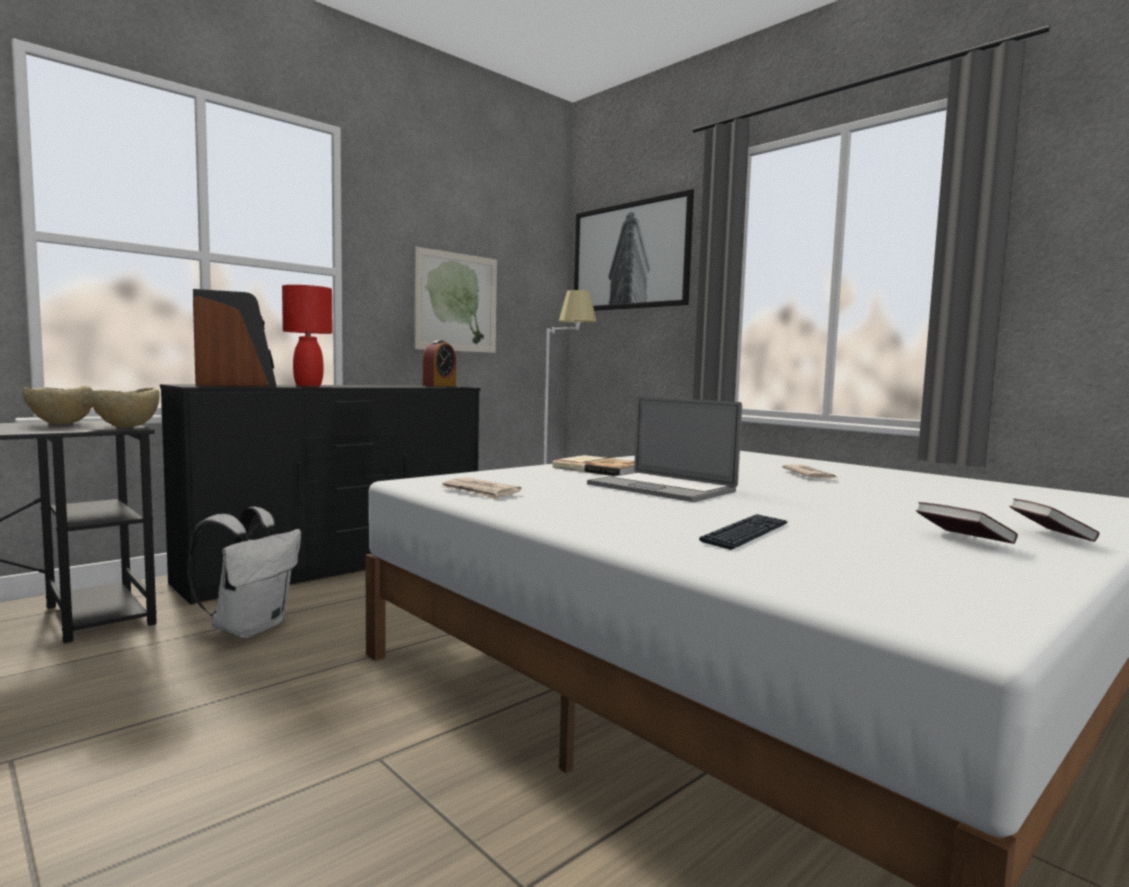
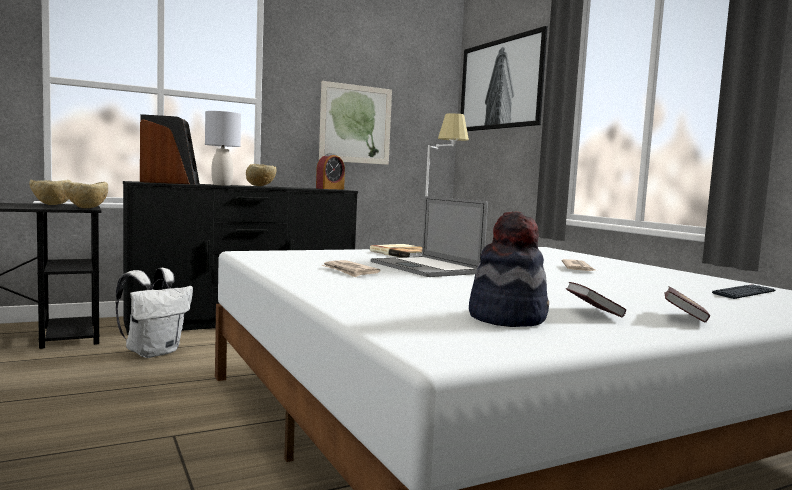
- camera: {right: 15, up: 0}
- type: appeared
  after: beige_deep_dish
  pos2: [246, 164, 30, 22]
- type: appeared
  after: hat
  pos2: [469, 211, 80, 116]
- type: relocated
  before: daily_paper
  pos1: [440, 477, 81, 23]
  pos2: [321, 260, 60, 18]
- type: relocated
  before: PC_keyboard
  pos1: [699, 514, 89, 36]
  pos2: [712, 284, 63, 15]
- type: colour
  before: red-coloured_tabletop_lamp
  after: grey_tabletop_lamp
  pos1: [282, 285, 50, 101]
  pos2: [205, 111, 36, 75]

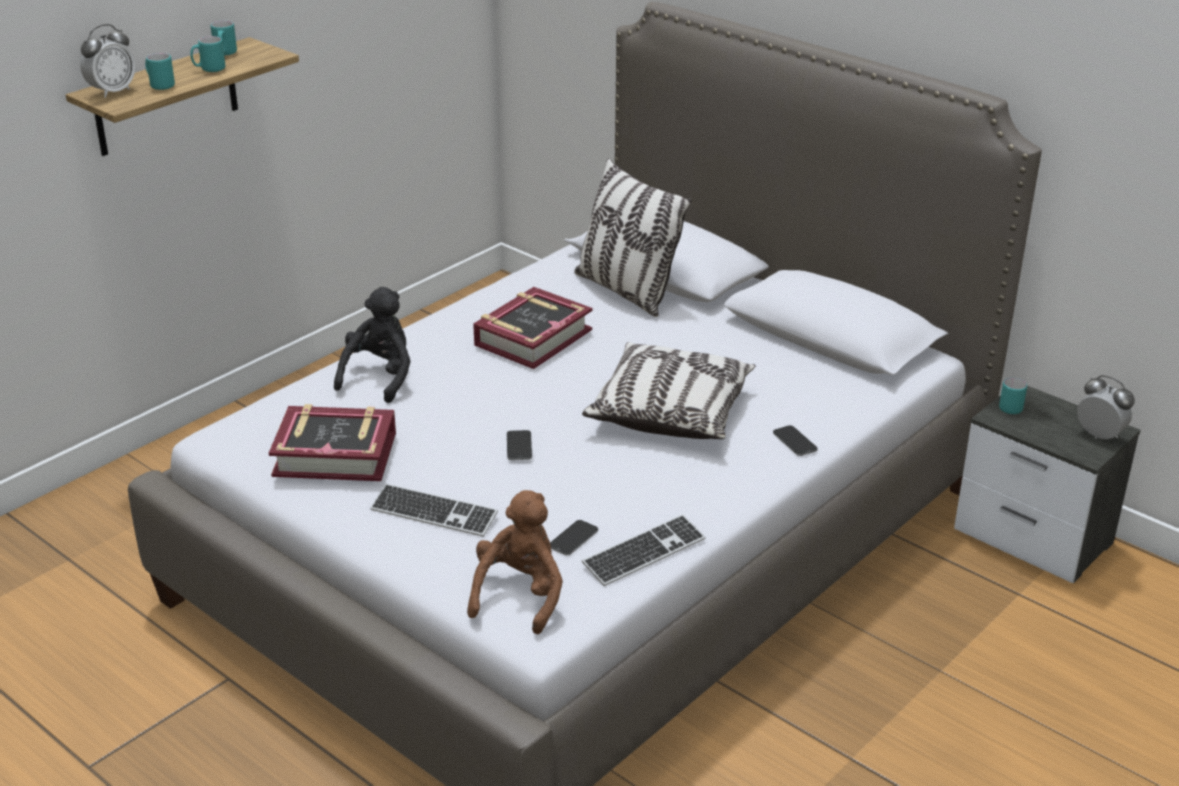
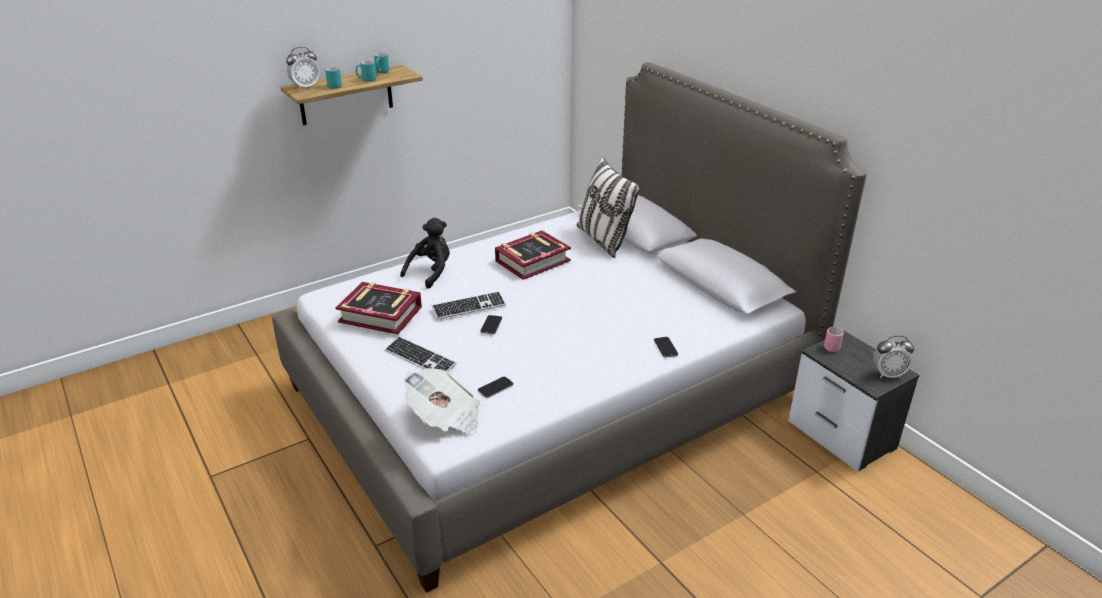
- camera: {right: 15, up: 0}
- type: missing
  before: cushion
  pos1: [582, 342, 174, 97]
- type: relocated
  before: PC_keyboard
  pos1: [582, 514, 123, 72]
  pos2: [432, 291, 74, 29]
- type: exchanged
  before: brown_soft_toy
  after: daily_paper
  pos1: [467, 490, 96, 144]
  pos2: [404, 368, 76, 67]
- type: colour
  before: turquoise-coloured_mug
  after: pinkish_mug
  pos1: [999, 378, 28, 36]
  pos2: [824, 327, 20, 25]
- type: spun
  before: alarm_clock
  pos1: [1077, 375, 58, 64]
  pos2: [873, 336, 41, 42]
  turn: 120

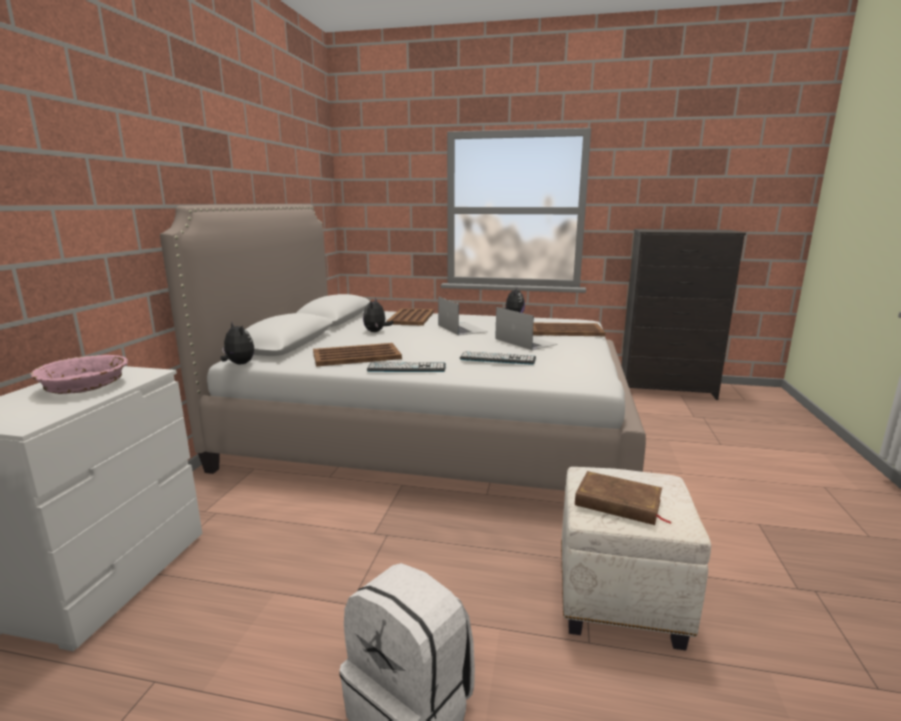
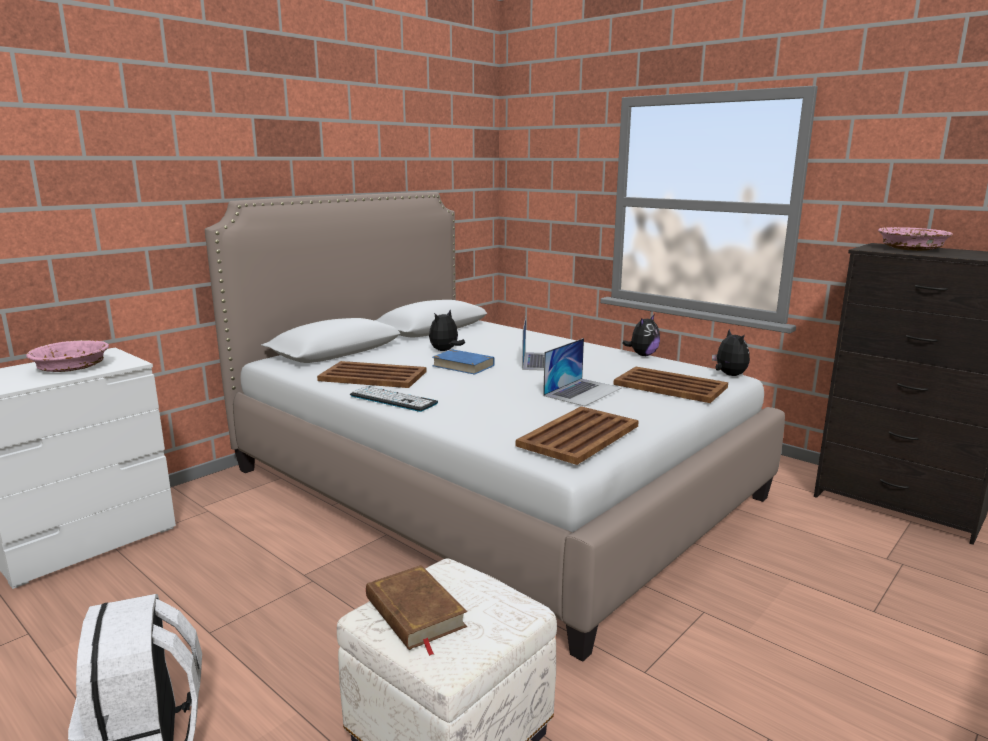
- camera: {right: 30, up: 0}
- type: missing
  before: PC_keyboard
  pos1: [460, 351, 76, 14]
- type: appeared
  after: bluish_volume
  pos2: [432, 349, 63, 26]
- type: appeared
  after: pinkish_deep_dish
  pos2: [878, 227, 74, 24]
- type: relocated
  before: soft_toy
  pos1: [221, 322, 33, 42]
  pos2: [712, 329, 38, 47]
- type: relocated
  before: brown_tray
  pos1: [387, 308, 47, 18]
  pos2: [516, 406, 123, 59]
- type: spun
  before: notebook_computer
  pos1: [495, 307, 63, 43]
  pos2: [543, 338, 78, 69]
  turn: 45

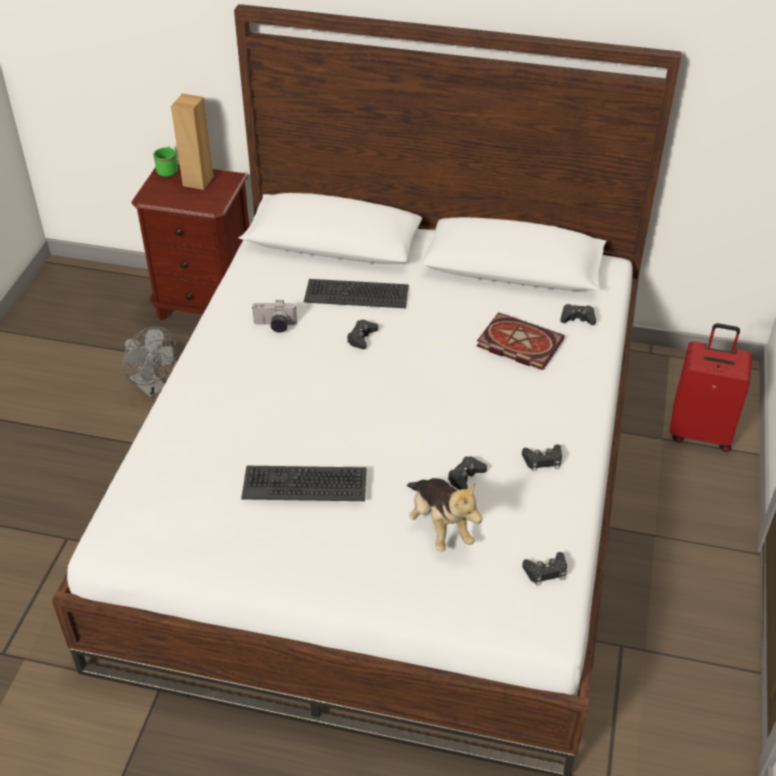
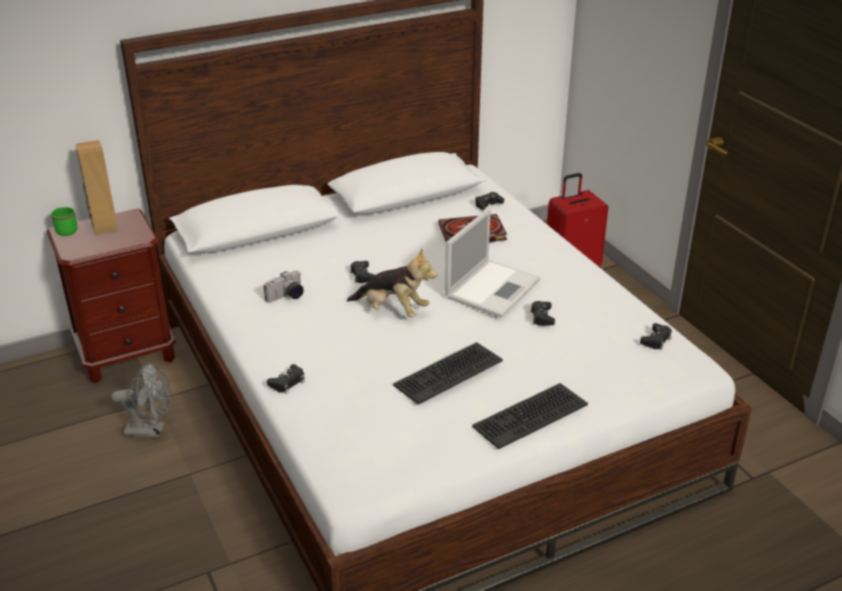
- camera: {right: -40, up: -10}
- type: appeared
  after: notebook_computer
  pos2: [445, 208, 95, 110]
- type: relocated
  before: PC_keyboard
  pos1: [304, 279, 105, 29]
  pos2: [472, 383, 116, 66]
- type: relocated
  before: soft_toy
  pos1: [407, 478, 75, 74]
  pos2: [347, 248, 91, 69]
- type: relocated
  before: black_joypad
  pos1: [522, 444, 40, 27]
  pos2: [267, 364, 38, 29]

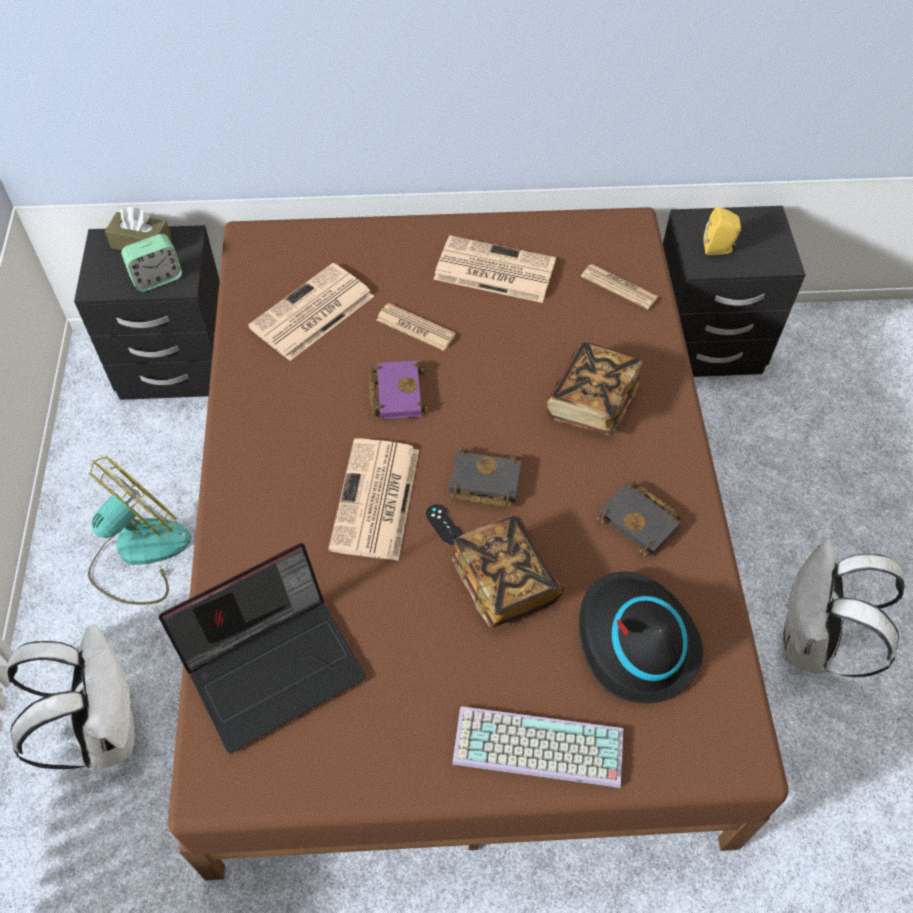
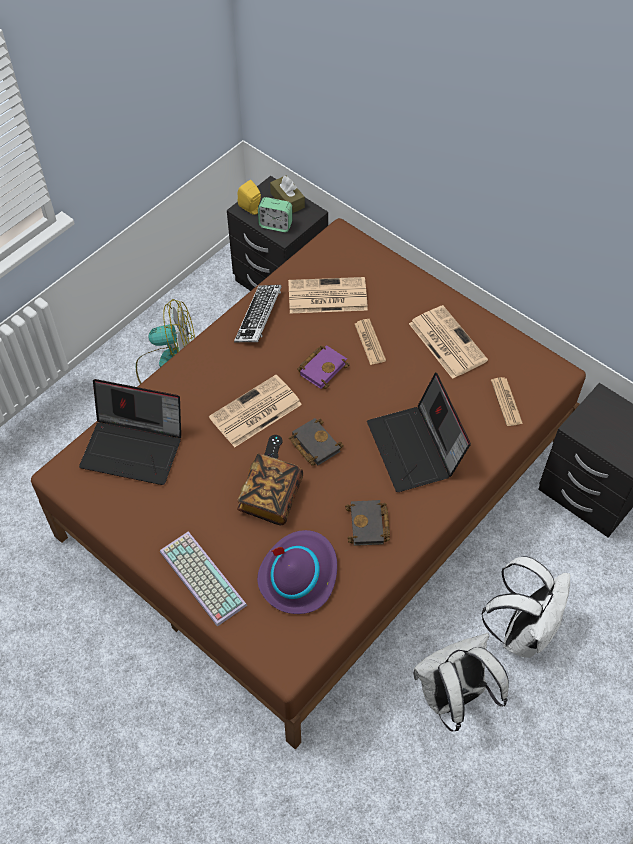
- camera: {right: 45, up: 0}
- type: appeared
  after: PC_keyboard
  pos2: [234, 285, 48, 57]
- type: relocated
  before: white_knapsack
  pos1: [7, 624, 127, 147]
  pos2: [481, 556, 89, 102]
- type: relocated
  before: yellow-coloured_audio_speaker
  pos1: [703, 207, 38, 48]
  pos2: [237, 180, 24, 35]
- type: exchanged
  before: volume
  after: notebook_computer
  pos1: [546, 342, 97, 94]
  pos2: [367, 372, 104, 120]
- type: colour
  before: black_hat
  after: purple_hat
  pos1: [579, 572, 124, 131]
  pos2: [257, 530, 80, 84]

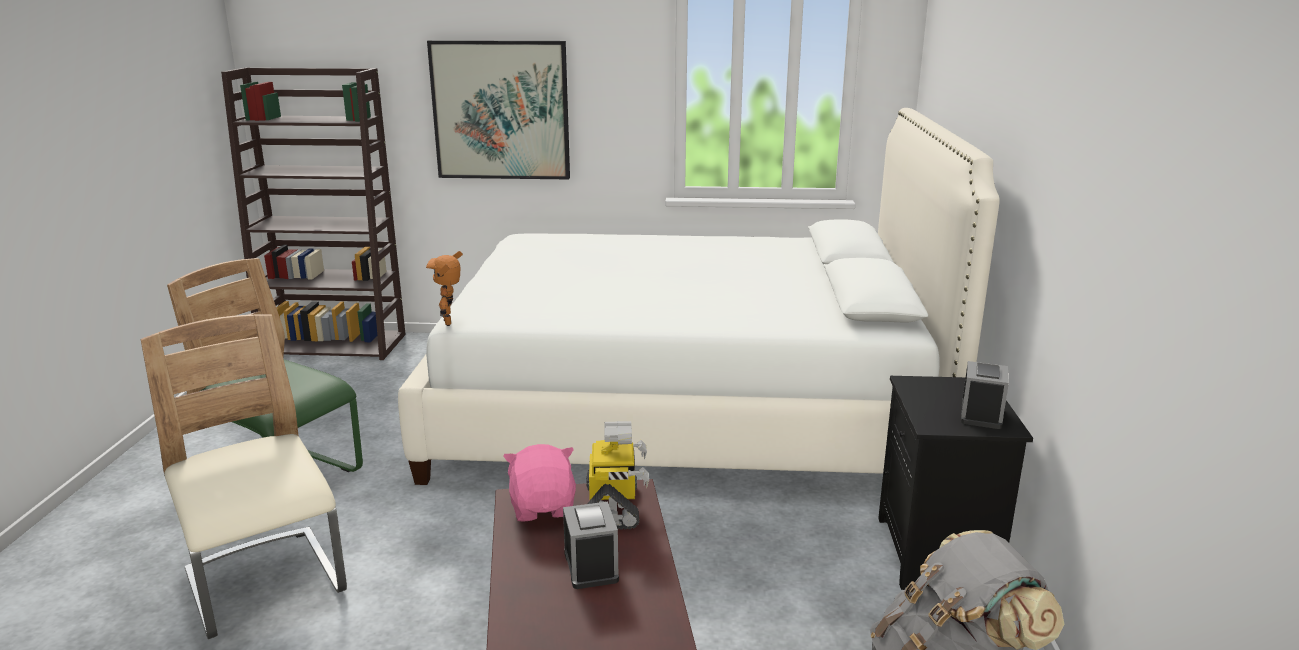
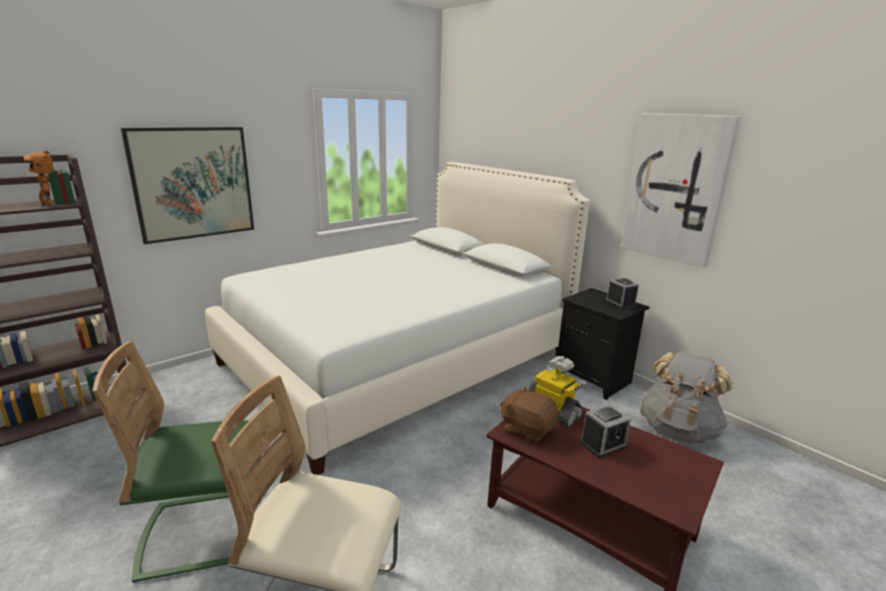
- camera: {right: -45, up: 0}
- type: appeared
  after: wall_picture
  pos2: [620, 113, 121, 155]
- type: relocated
  before: toy_robot
  pos1: [426, 251, 37, 75]
  pos2: [23, 150, 30, 56]
- type: colour
  before: pinkish_soft_toy
  after: brown_soft_toy
  pos1: [503, 444, 73, 78]
  pos2: [500, 386, 59, 58]
- type: spun
  before: alarm_clock
  pos1: [563, 502, 56, 87]
  pos2: [580, 404, 51, 54]
  turn: 120

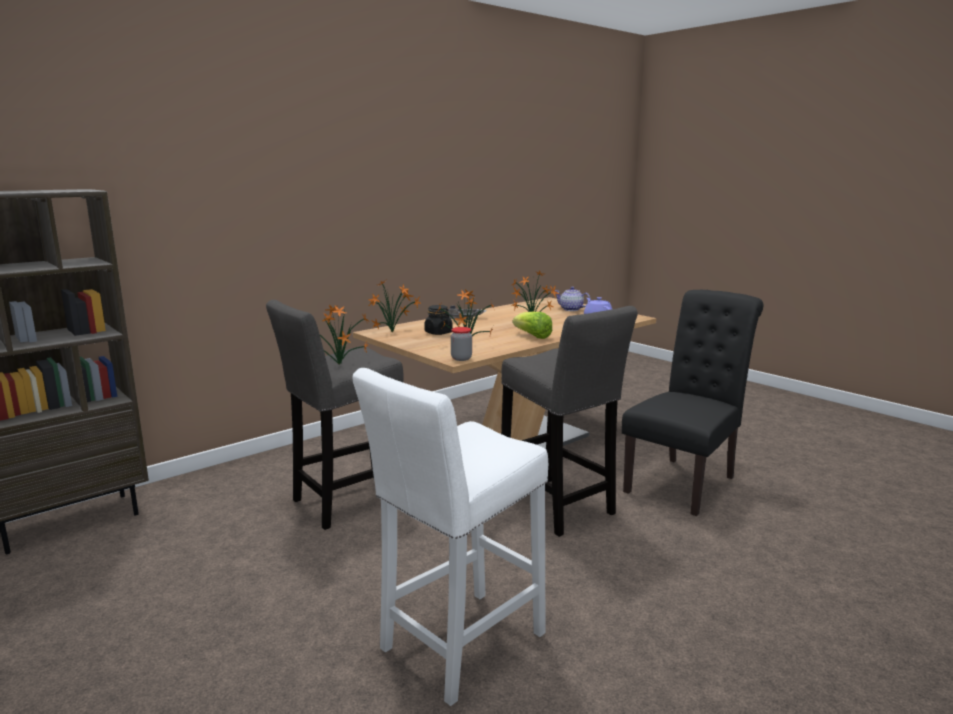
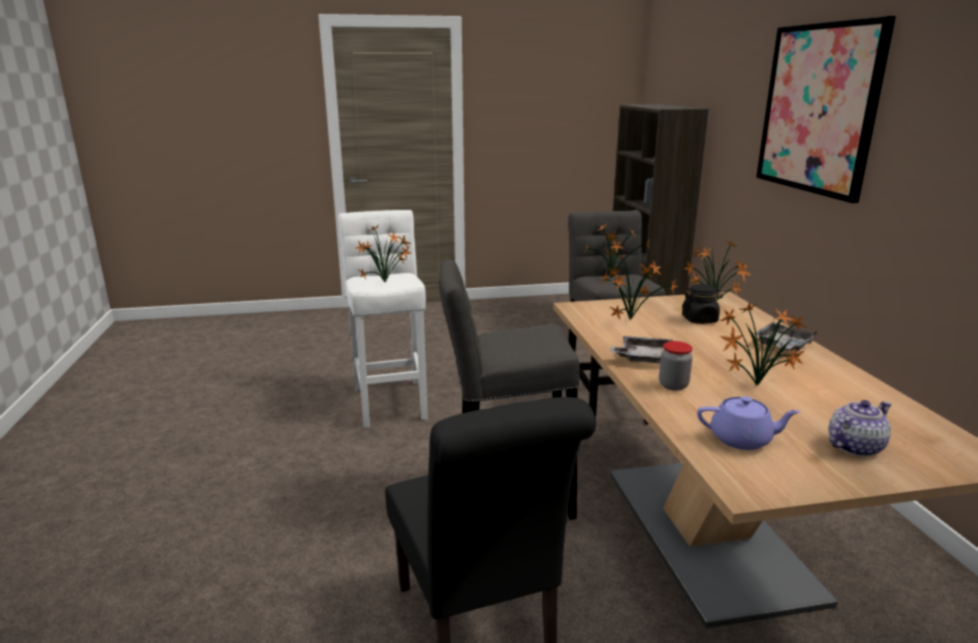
- camera: {right: 120, up: 5}
- type: appeared
  after: houseplant
  pos2: [356, 225, 56, 57]
- type: appeared
  after: wall_picture
  pos2: [756, 16, 140, 187]
- type: relocated
  before: preserve_jar
  pos1: [451, 327, 21, 34]
  pos2: [659, 341, 34, 50]
- type: exchanged
  before: head_of_lettuce
  after: grey_tray
  pos1: [513, 312, 39, 27]
  pos2: [610, 336, 63, 27]

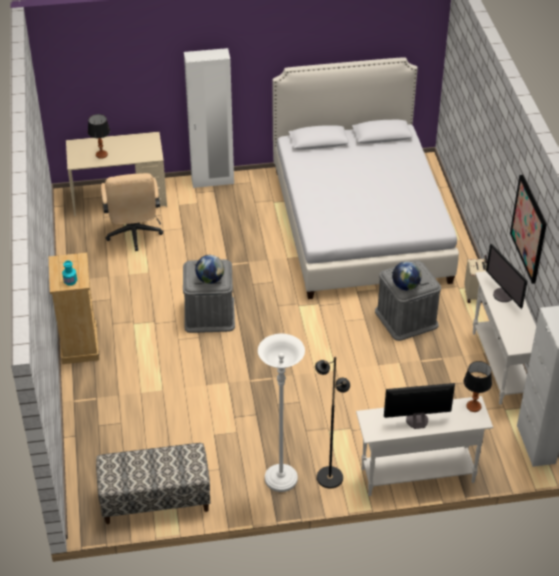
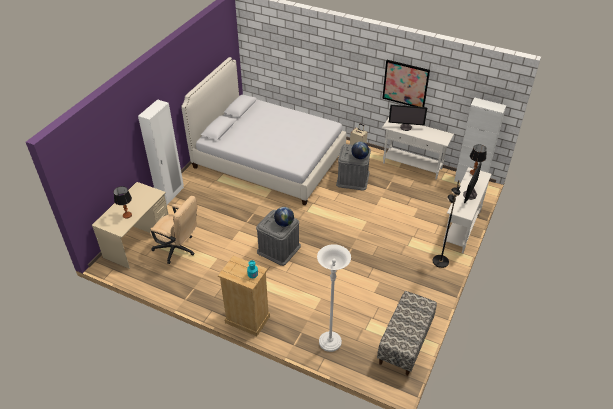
- camera: {right: -55, up: 0}
- type: relocated
  before: white_floor_lamp
  pos1: [258, 334, 47, 158]
  pos2: [317, 244, 34, 108]

